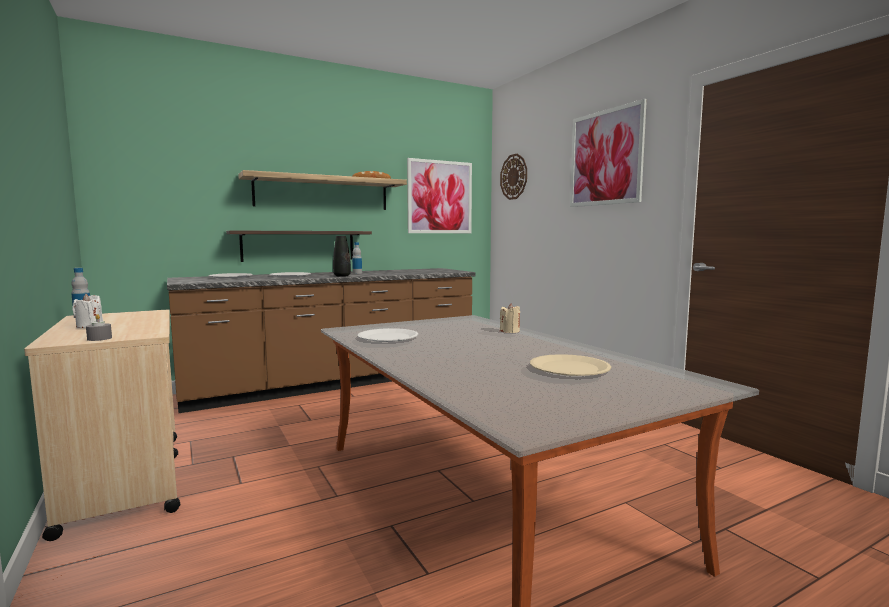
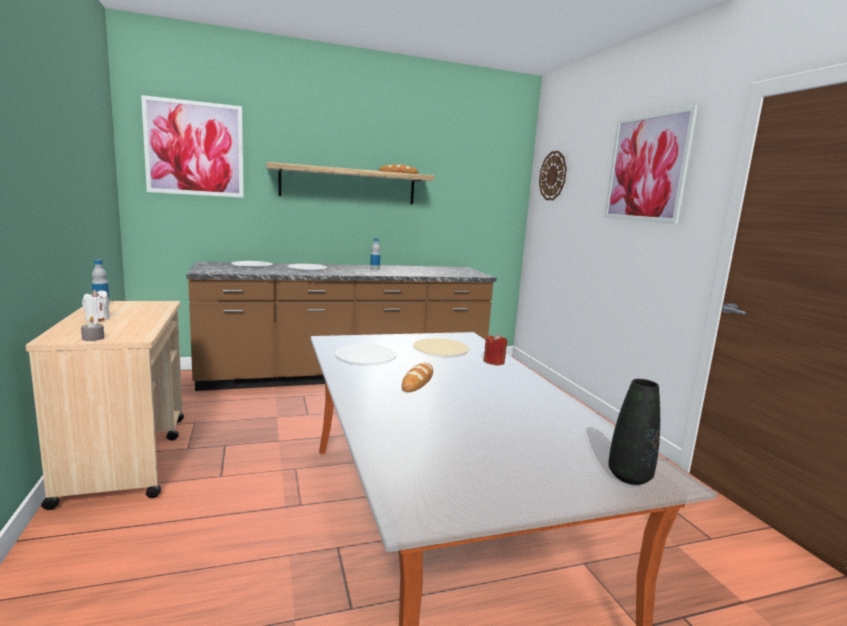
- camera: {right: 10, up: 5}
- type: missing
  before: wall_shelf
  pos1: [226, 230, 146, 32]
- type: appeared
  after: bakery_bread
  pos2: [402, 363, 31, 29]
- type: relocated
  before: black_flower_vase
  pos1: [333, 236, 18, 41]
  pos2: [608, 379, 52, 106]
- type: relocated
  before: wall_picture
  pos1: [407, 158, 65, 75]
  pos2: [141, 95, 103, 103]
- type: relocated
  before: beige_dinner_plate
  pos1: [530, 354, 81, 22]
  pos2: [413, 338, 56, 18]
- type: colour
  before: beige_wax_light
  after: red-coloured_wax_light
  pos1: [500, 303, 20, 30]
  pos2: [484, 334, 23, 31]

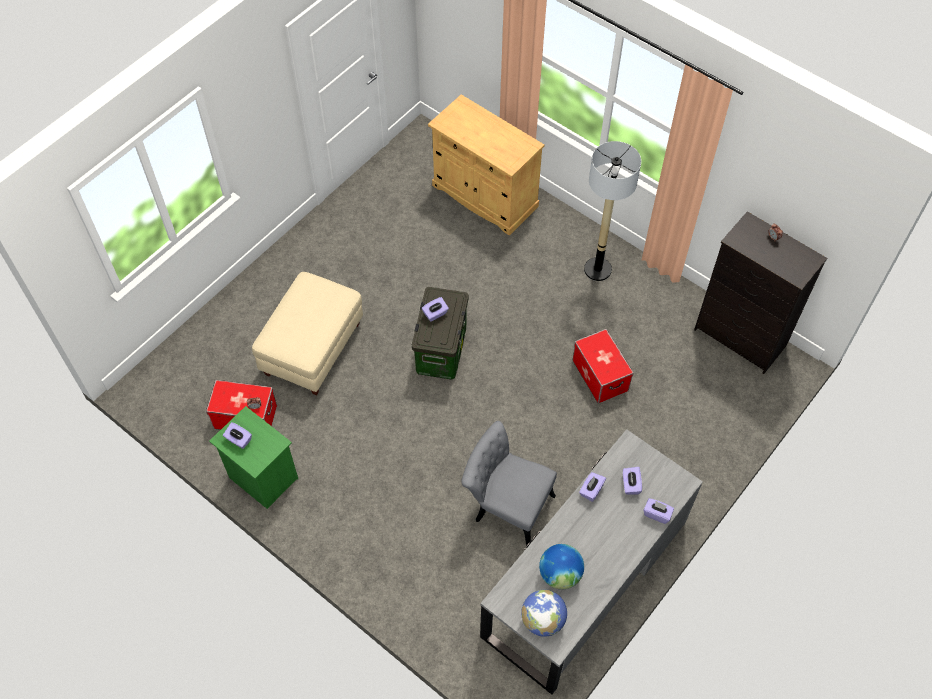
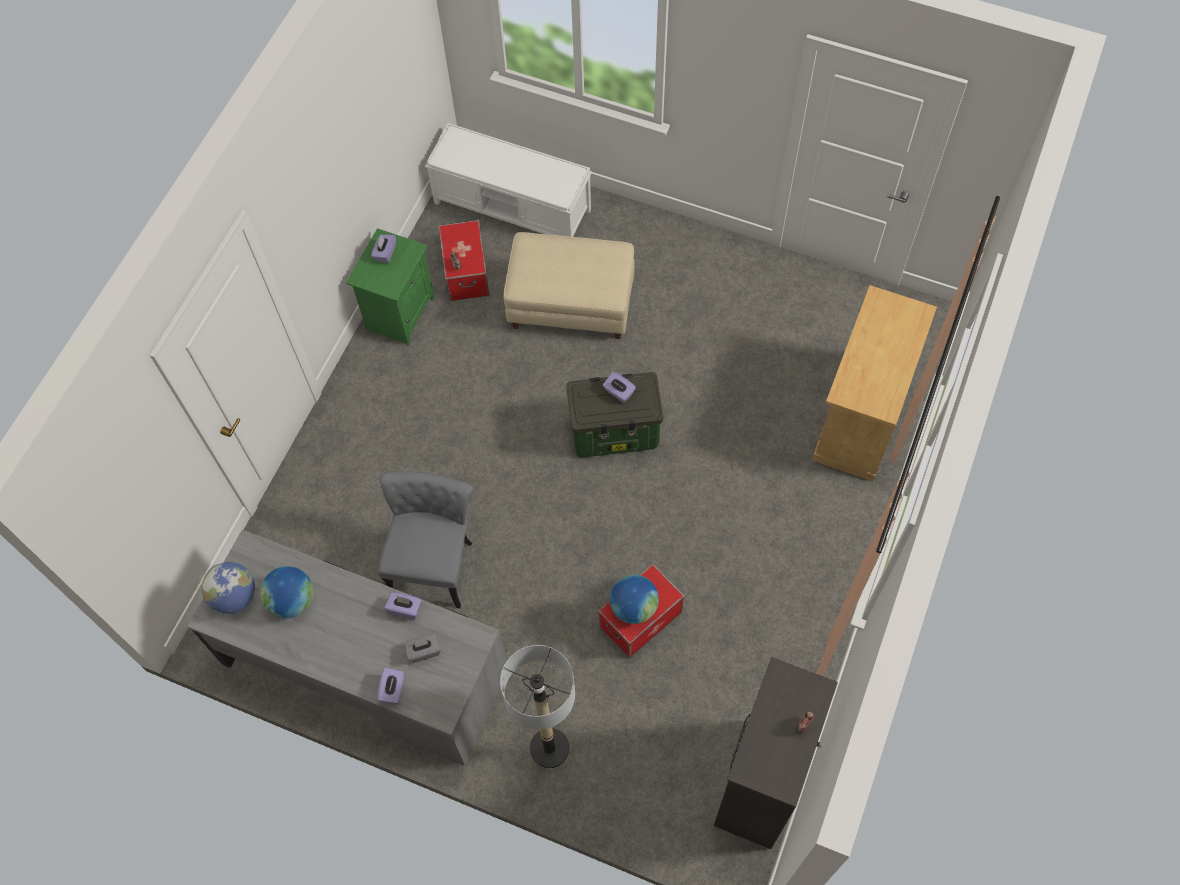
- camera: {right: 75, up: 5}
- type: appeared
  after: white_bench
  pos2: [425, 123, 167, 114]
- type: appeared
  after: world_globe
  pos2: [610, 575, 49, 49]
- type: relocated
  before: floor_lamp
  pos1: [584, 141, 57, 140]
  pos2: [500, 645, 75, 123]
- type: colour
  before: purple_tissue_holder
  after: grey_tissue_holder
  pos1: [623, 467, 19, 28]
  pos2: [404, 634, 37, 29]

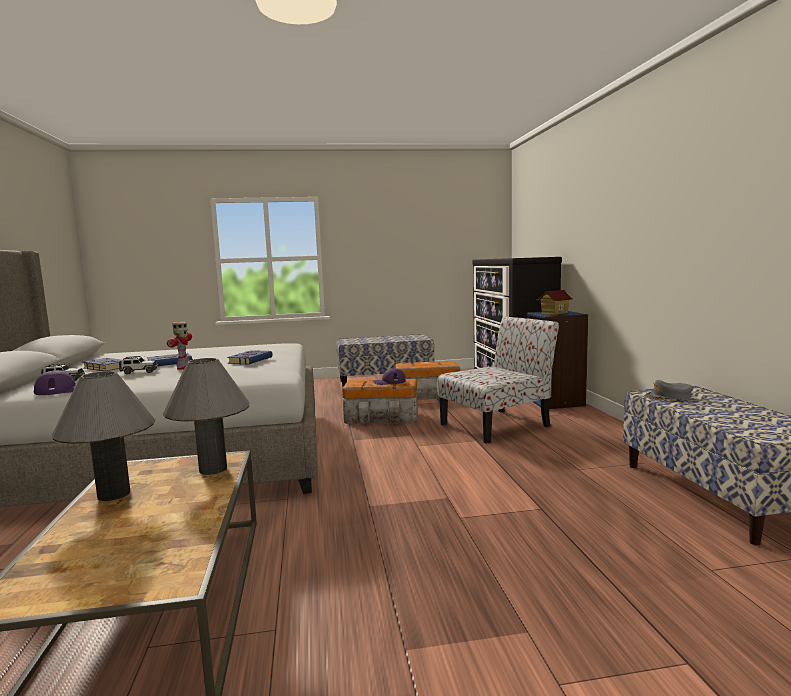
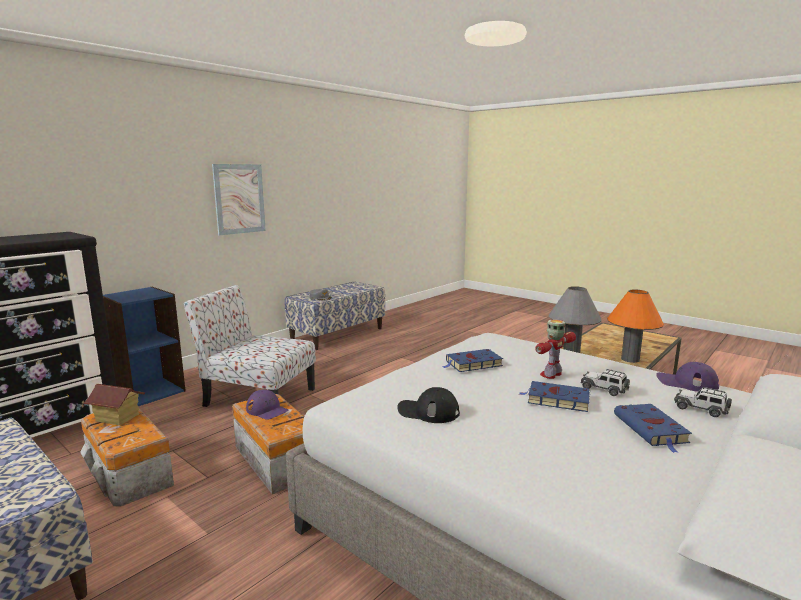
- camera: {right: -130, up: 5}
- type: appeared
  after: wall_picture
  pos2: [212, 164, 54, 71]
- type: appeared
  after: black_cap
  pos2: [397, 387, 63, 36]
- type: relocated
  before: miniature_house
  pos1: [537, 290, 36, 25]
  pos2: [83, 384, 63, 41]
- type: colour
  before: grey_tabletop_lamp
  after: orangey_tabletop_lamp
  pos1: [52, 371, 103, 130]
  pos2: [607, 290, 57, 73]

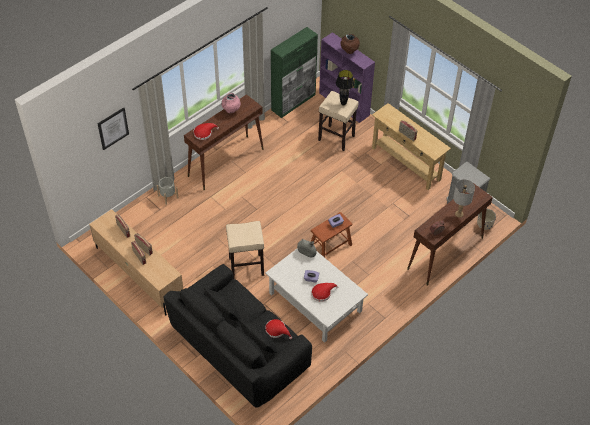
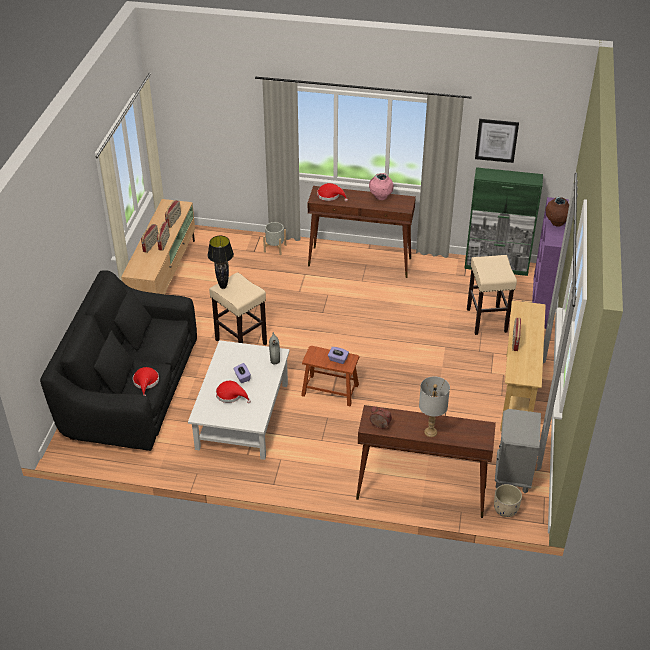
- camera: {right: 55, up: -10}
- type: relocated
  before: wall_picture
  pos1: [97, 107, 32, 43]
  pos2: [475, 119, 44, 44]
- type: relocated
  before: black_tabletop_lamp
  pos1: [336, 70, 18, 36]
  pos2: [208, 236, 26, 53]

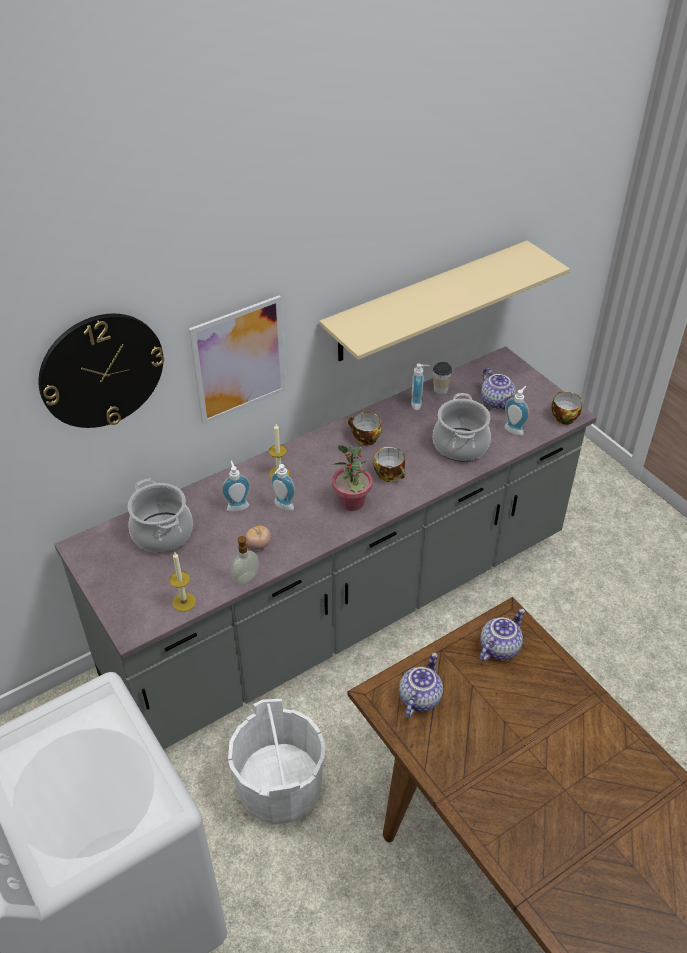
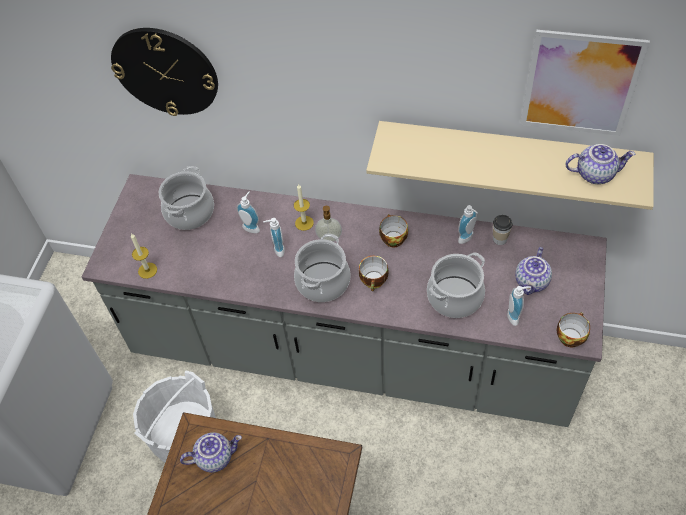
- camera: {right: 50, up: 10}
- type: missing
  before: tomato
  pos1: [245, 526, 26, 24]
- type: relocated
  before: wall_picture
  pos1: [189, 296, 97, 129]
  pos2: [520, 30, 130, 106]
- type: relocated
  before: liquid_soap_bottle
  pos1: [231, 536, 28, 49]
  pos2: [315, 206, 27, 36]
- type: relocated
  before: teapot
  pos1: [479, 609, 46, 52]
  pos2: [566, 144, 69, 40]
- type: exchanged
  before: houseplant
  after: saucepot
  pos1: [332, 445, 40, 66]
  pos2: [294, 234, 57, 68]

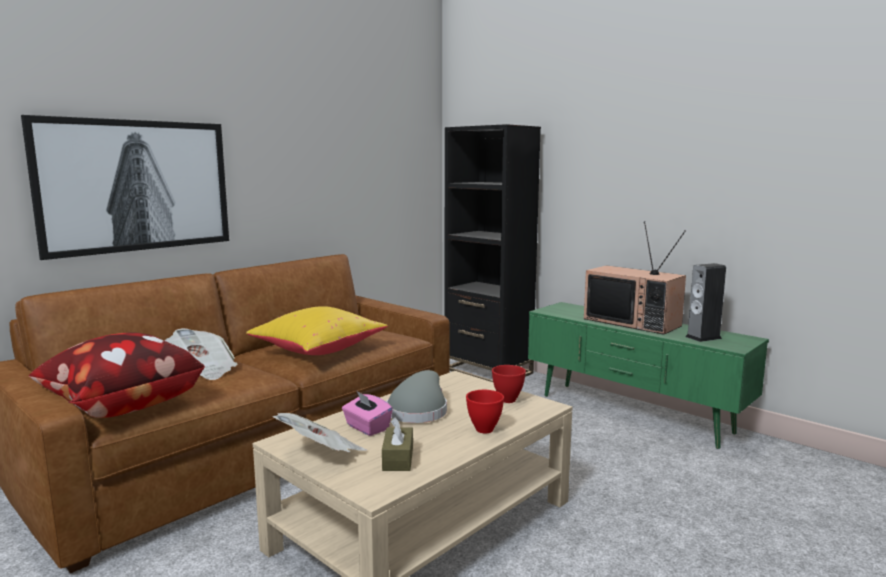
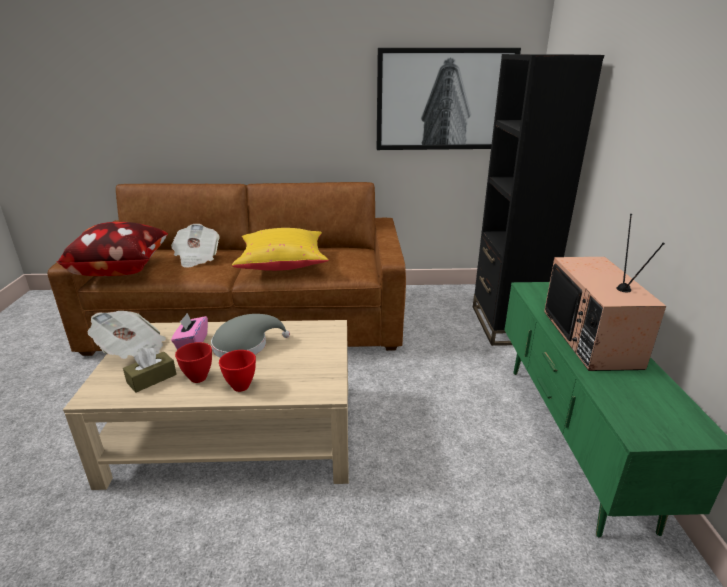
- camera: {right: 45, up: 15}
- type: missing
  before: audio_speaker
  pos1: [685, 263, 41, 79]
- type: relocated
  before: wall_picture
  pos1: [21, 115, 208, 145]
  pos2: [377, 48, 144, 102]
- type: relocated
  before: red-coloured_deep_dish
  pos1: [492, 365, 34, 38]
  pos2: [175, 342, 37, 41]

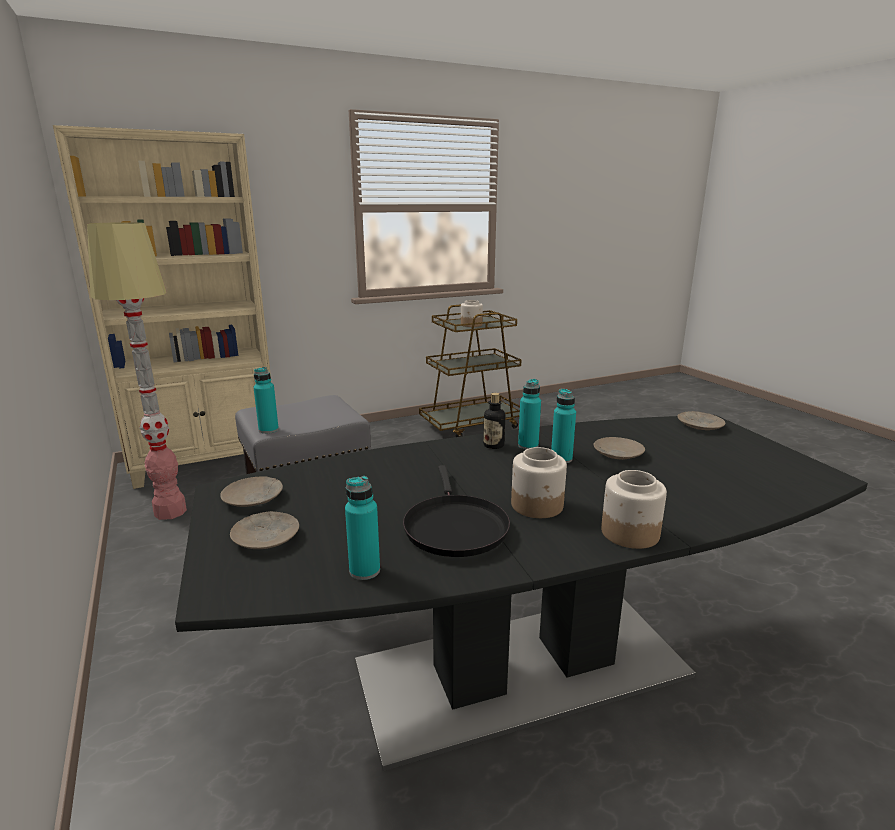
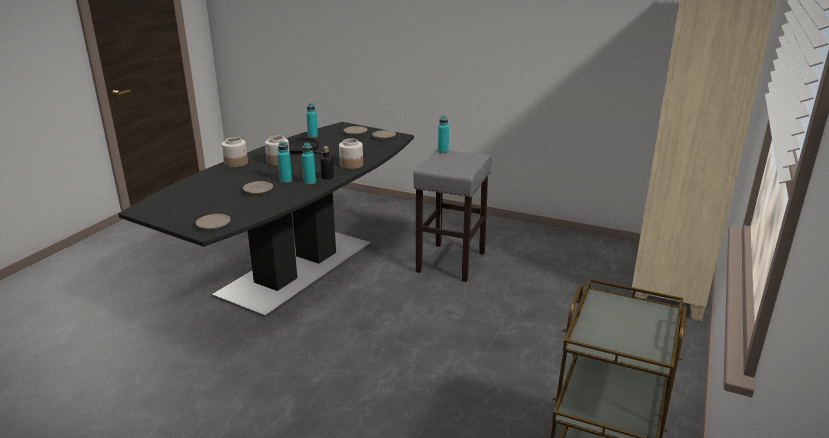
- camera: {right: 140, up: 5}
- type: missing
  before: floor_lamp
  pos1: [87, 222, 100, 298]
- type: relocated
  before: preserve_jar
  pos1: [461, 300, 22, 27]
  pos2: [339, 139, 24, 30]

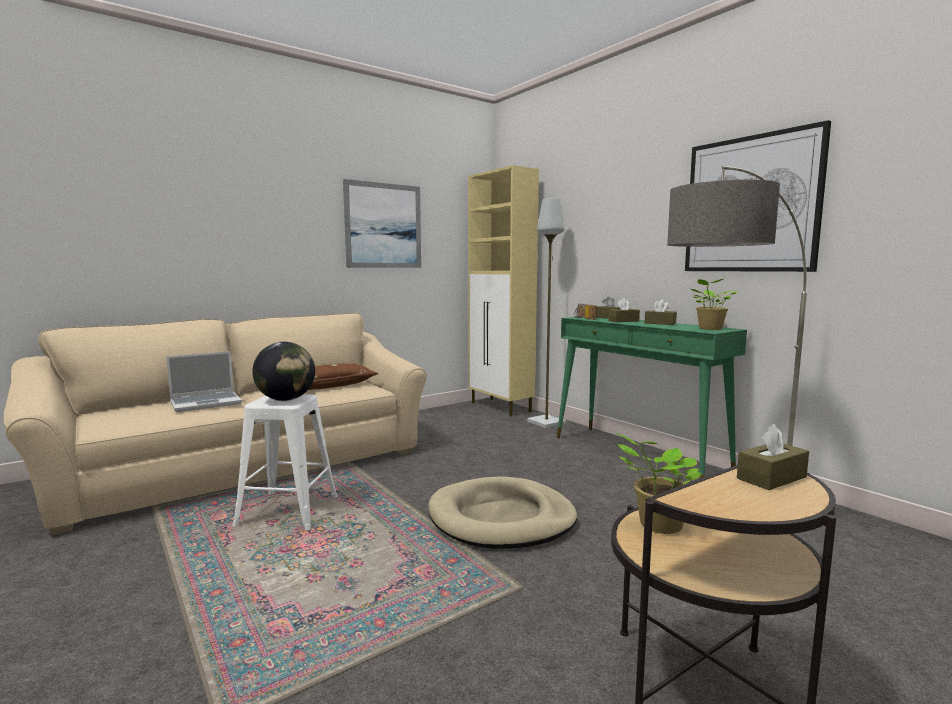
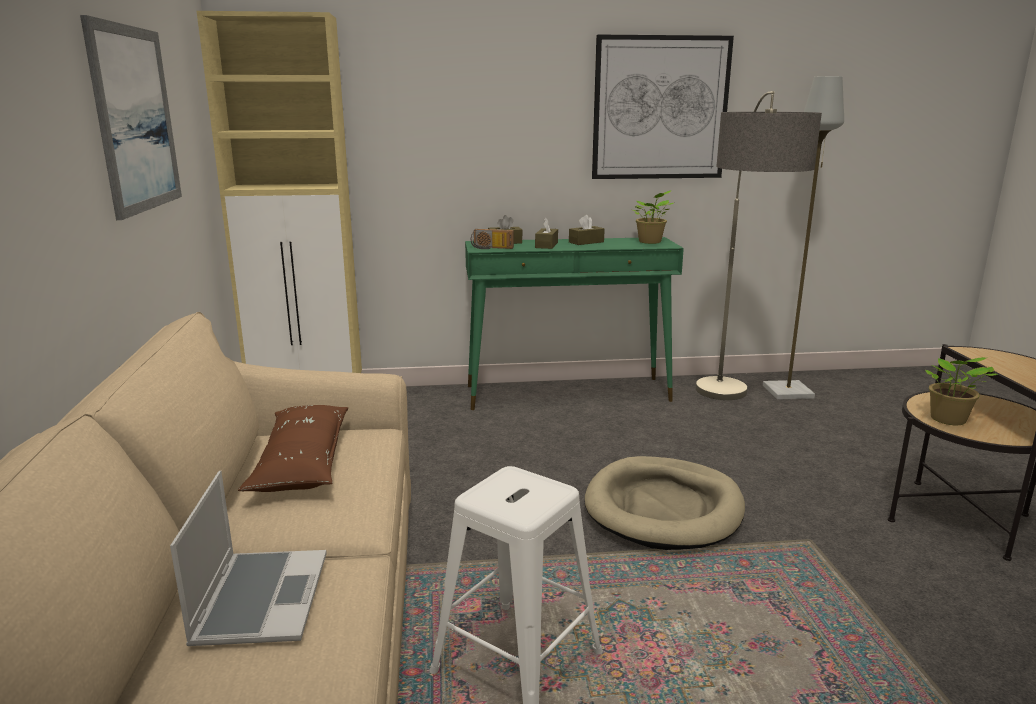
- camera: {right: -60, up: 10}
- type: missing
  before: world_globe
  pos1: [252, 342, 63, 59]
- type: missing
  before: brown_tissue_holder
  pos1: [737, 424, 72, 66]
- type: relocated
  before: grey_floor_lamp
  pos1: [527, 198, 39, 230]
  pos2: [763, 76, 81, 324]

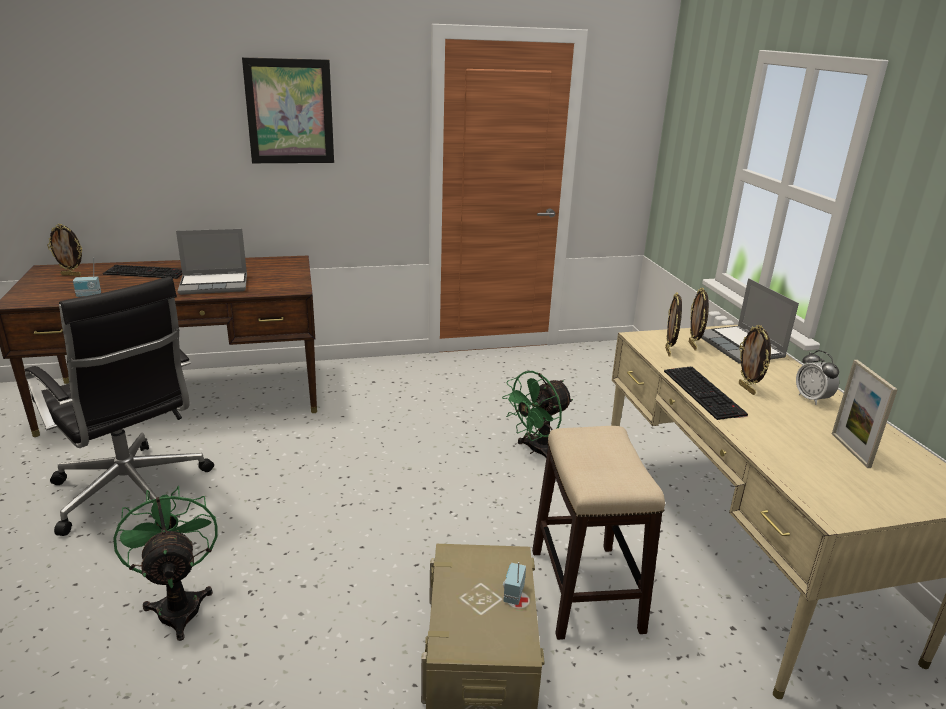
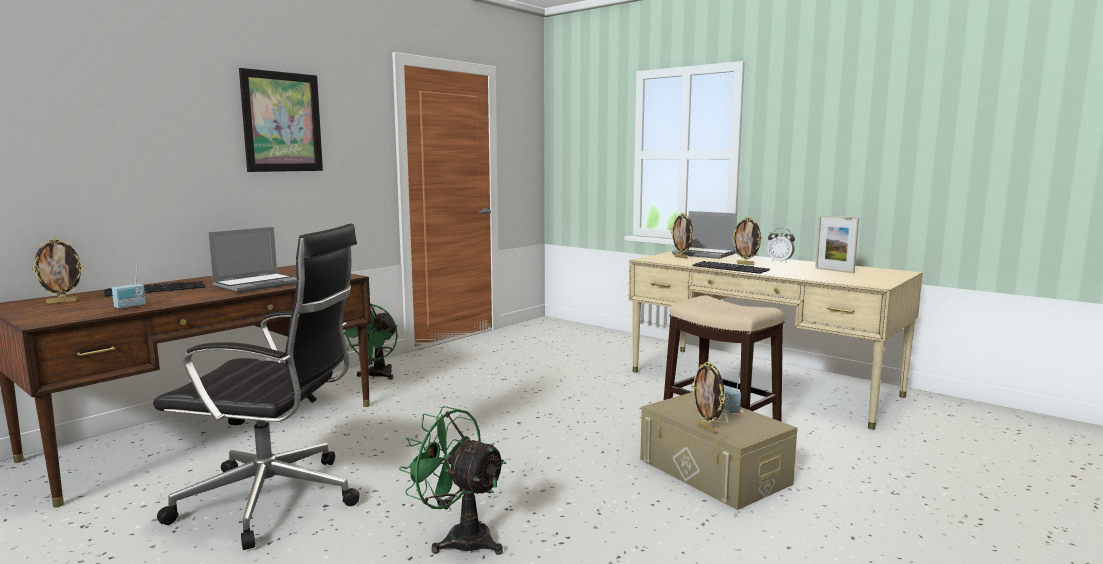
- camera: {right: -35, up: -15}
- type: relocated
  before: greenish_cooling_fan
  pos1: [502, 371, 71, 87]
  pos2: [344, 304, 54, 76]
- type: relocated
  before: picture_frame
  pos1: [665, 292, 17, 65]
  pos2: [691, 362, 34, 71]

